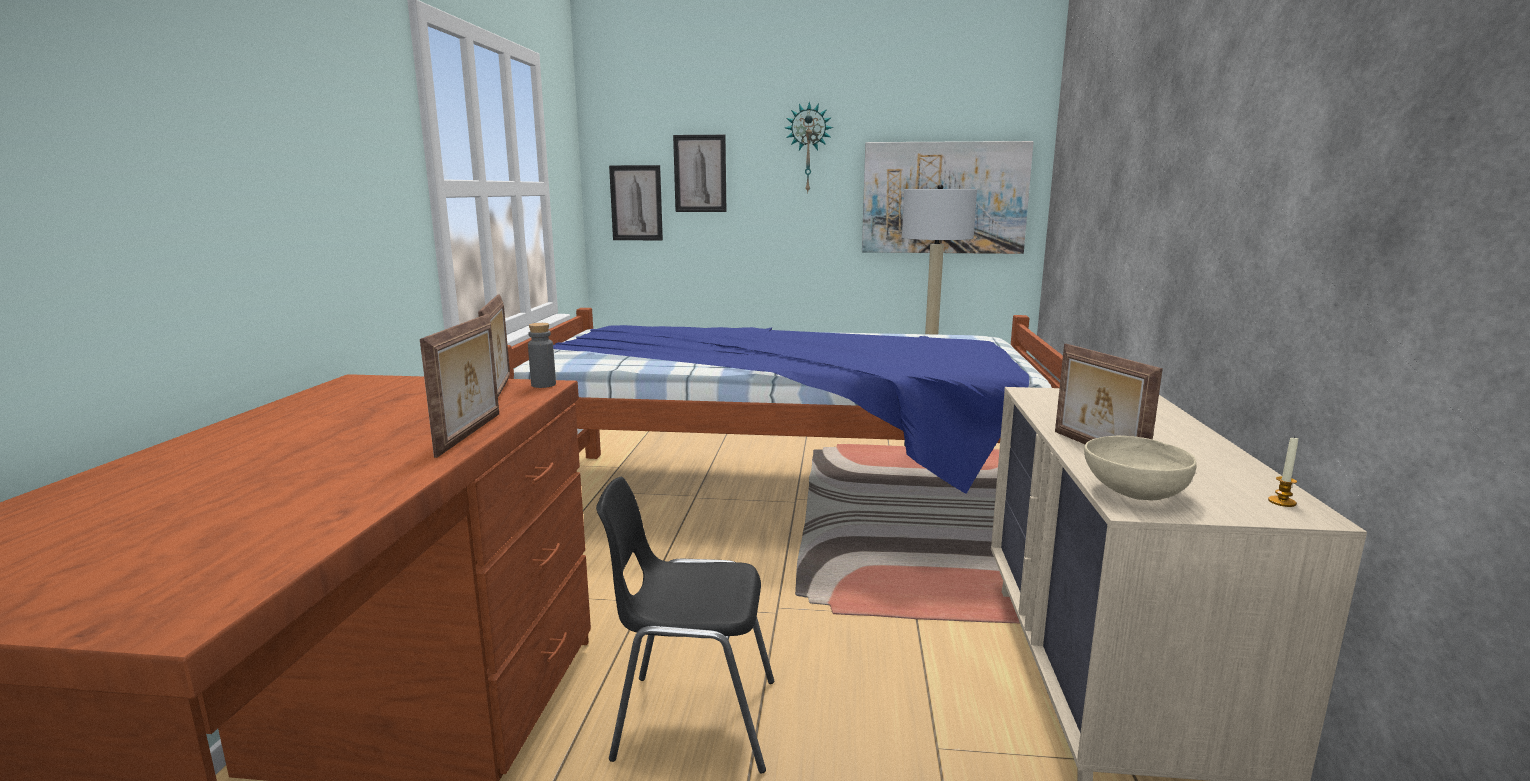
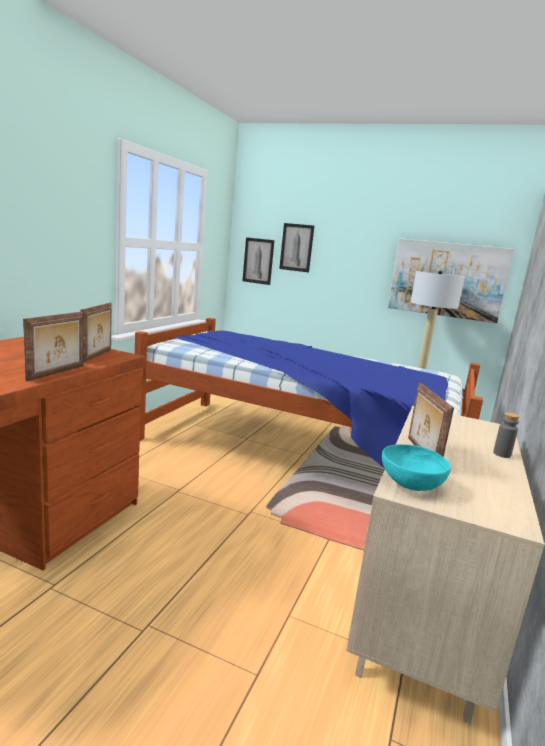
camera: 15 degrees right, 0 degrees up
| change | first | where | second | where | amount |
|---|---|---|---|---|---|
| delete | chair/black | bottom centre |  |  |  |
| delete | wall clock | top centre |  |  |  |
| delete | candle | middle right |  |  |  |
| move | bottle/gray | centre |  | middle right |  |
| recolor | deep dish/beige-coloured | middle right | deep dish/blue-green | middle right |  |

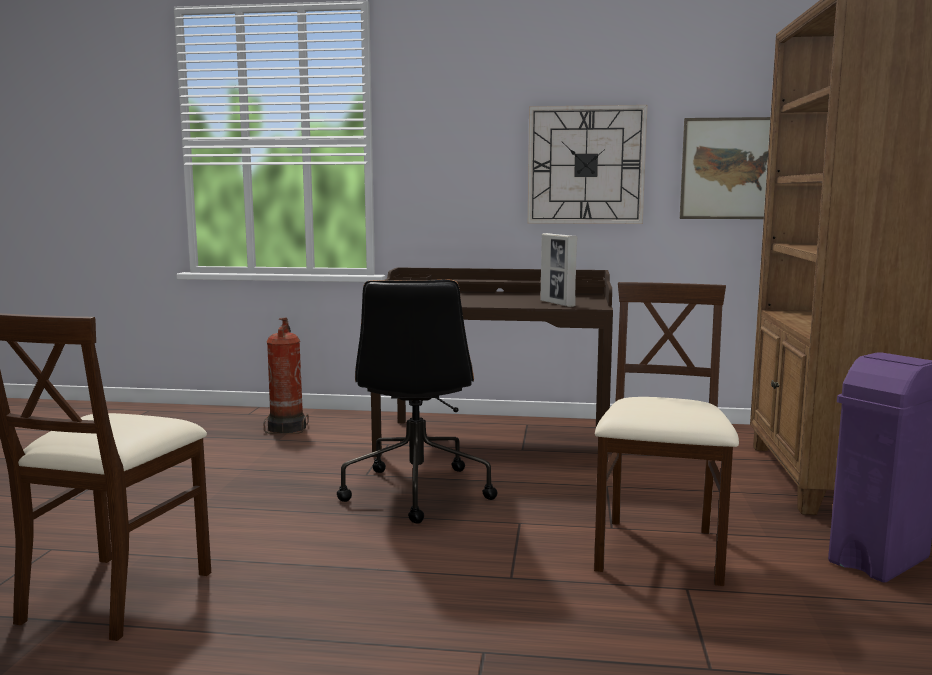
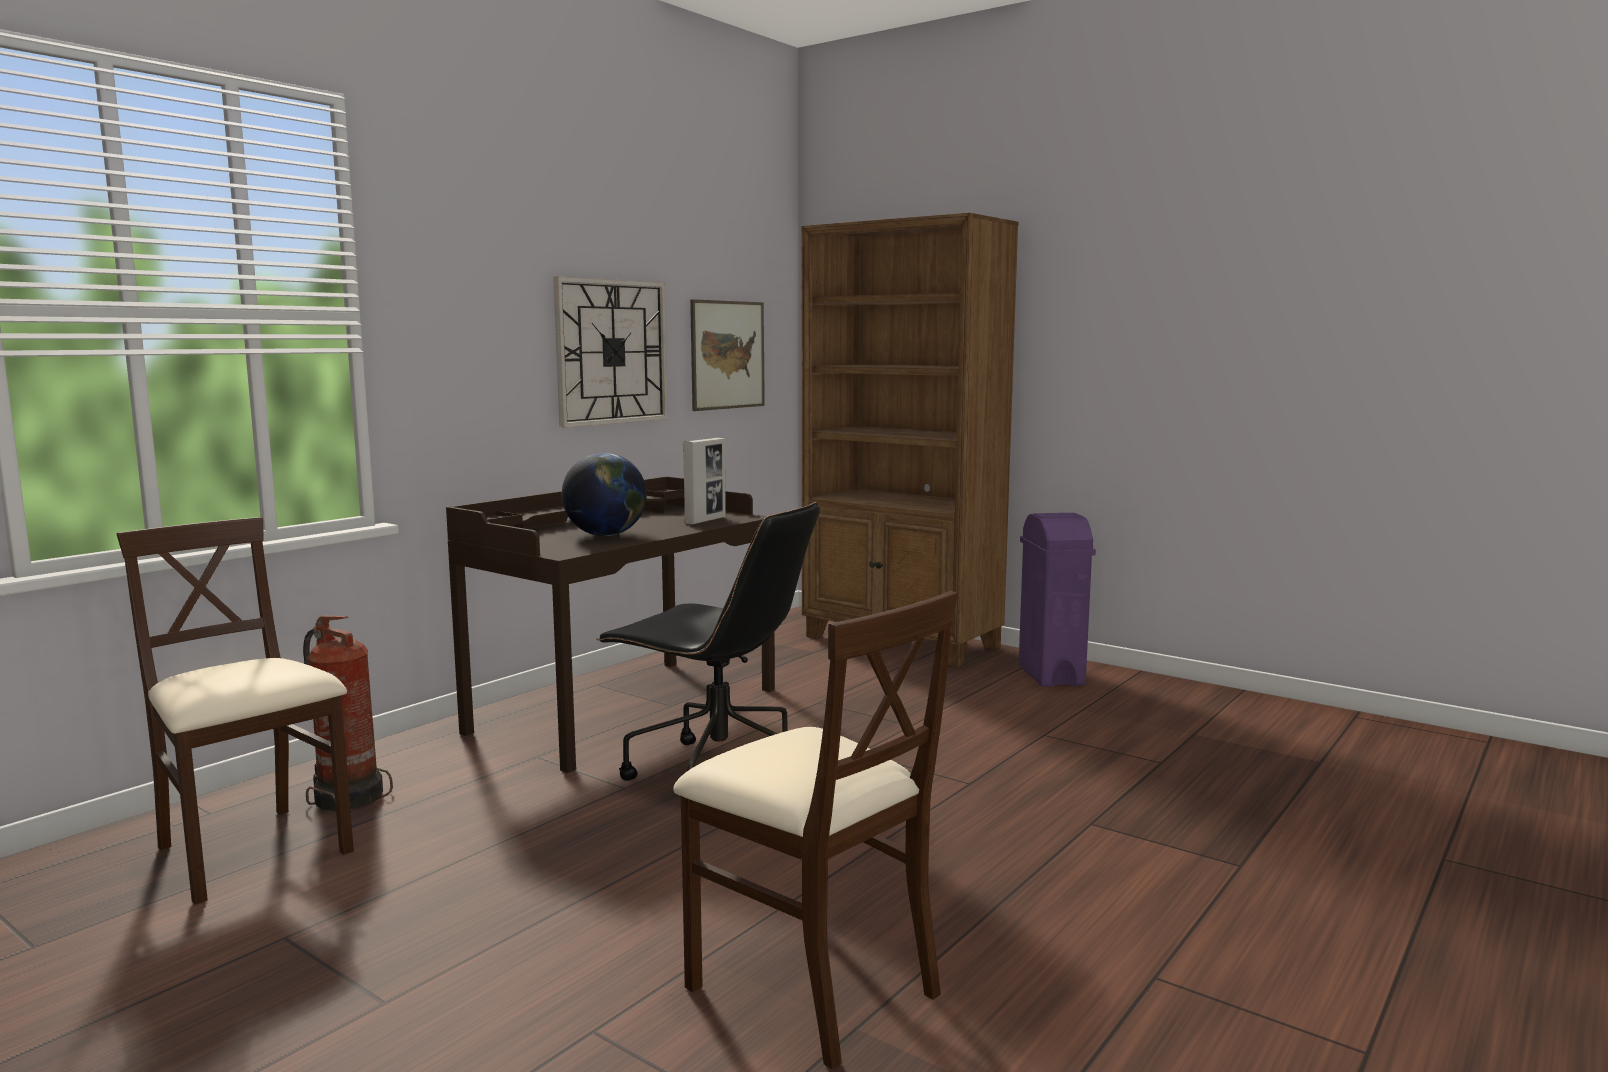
camera: 60 degrees left, 0 degrees up
| change | first | where | second | where | amount |
|---|---|---|---|---|---|
| insert |  |  | world globe | centre |  |
| move | chair/beige-coloured (2nd from left in the first image) | middle right | chair/beige-coloured (1st from left) | middle left |  |
| rotate | standing frame | centre |  | centre | 60 degrees counterclockwise |

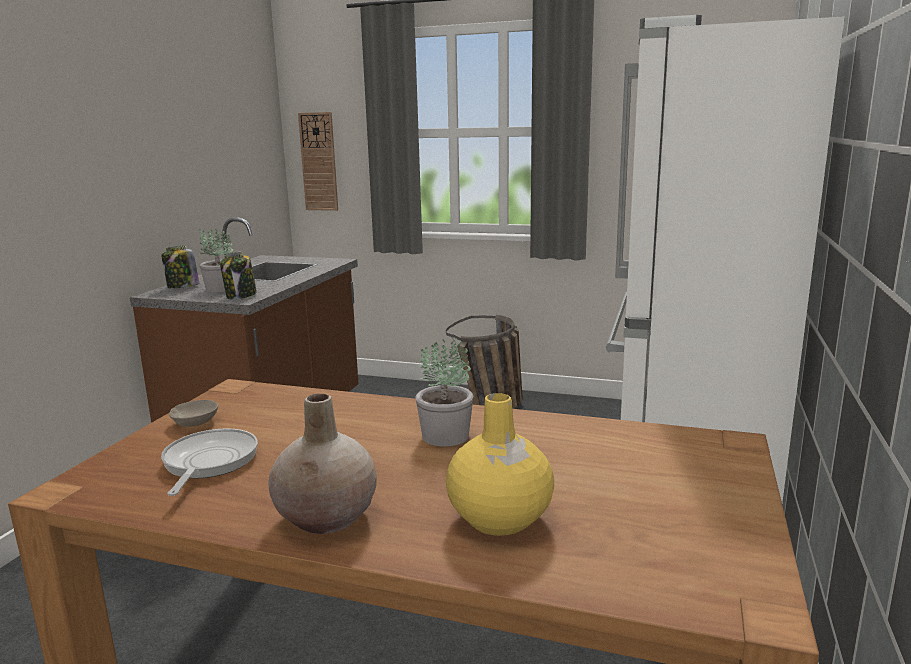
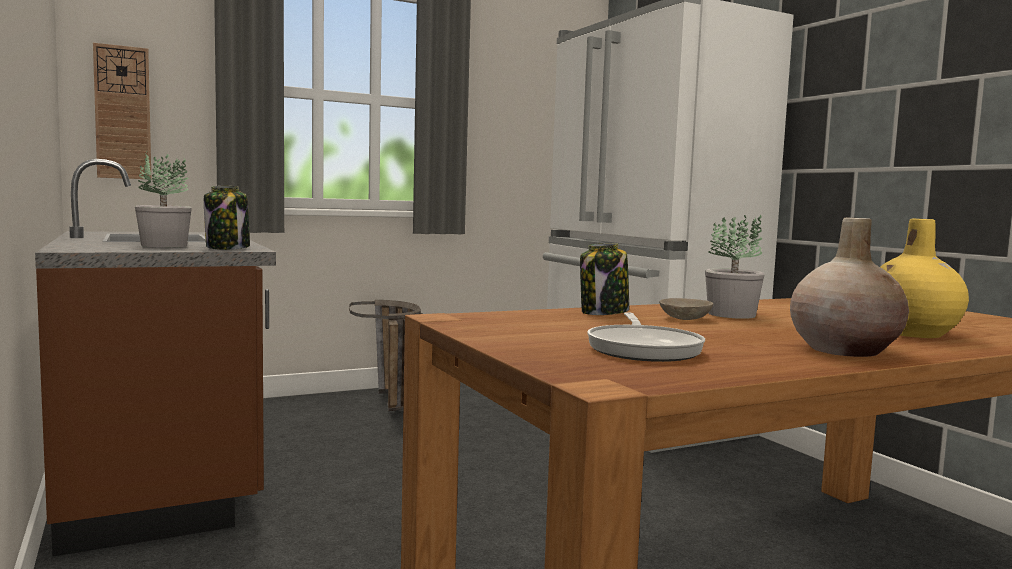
camera: 45 degrees left, 10 degrees down
| change | first | where | second | where | amount |
|---|---|---|---|---|---|
| move | preserve jar (1st from left in the first image) | middle left | preserve jar (2nd from left) | centre |  |
| move | deep dish/beige-coloured | middle left |  | middle right |  |
| rotate | frying pan | bottom left |  | centre | 135 degrees counterclockwise |

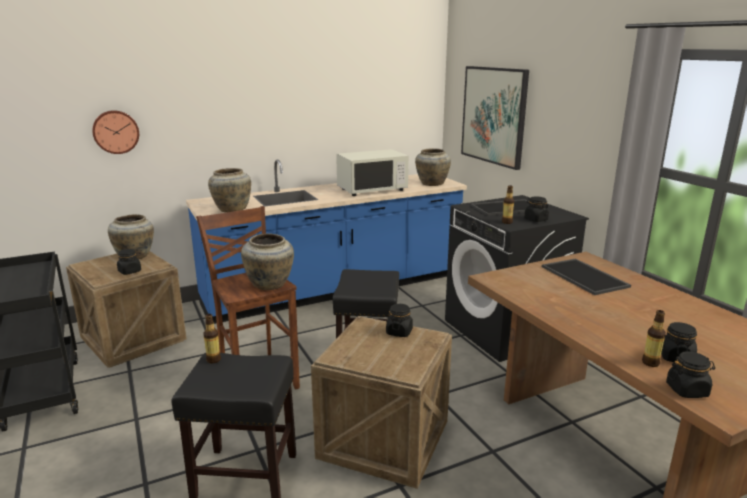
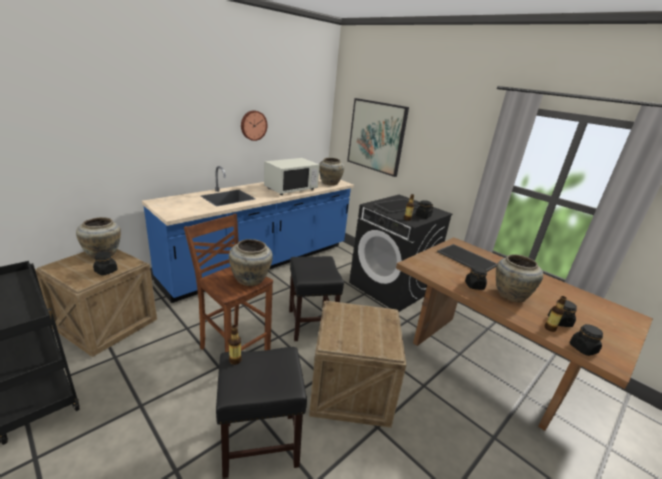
camera: 20 degrees left, 5 degrees up
| change | first | where | second | where | amount |
|---|---|---|---|---|---|
| move | wall clock | top left |  | top centre |  |
| move | decorative vase/beige-coloured (2nd from left in the first image) | middle left | decorative vase/beige-coloured (4th from left) | middle right |  |
| move | preserve jar/black (2nd from left in the first image) | centre | preserve jar/black (3rd from left) | middle right |  |

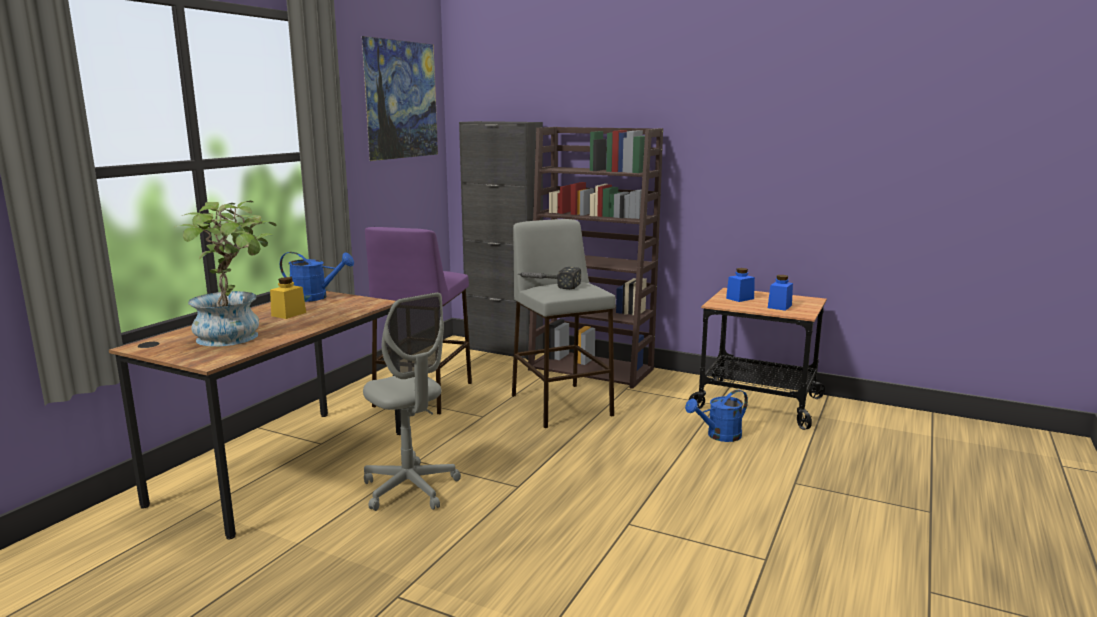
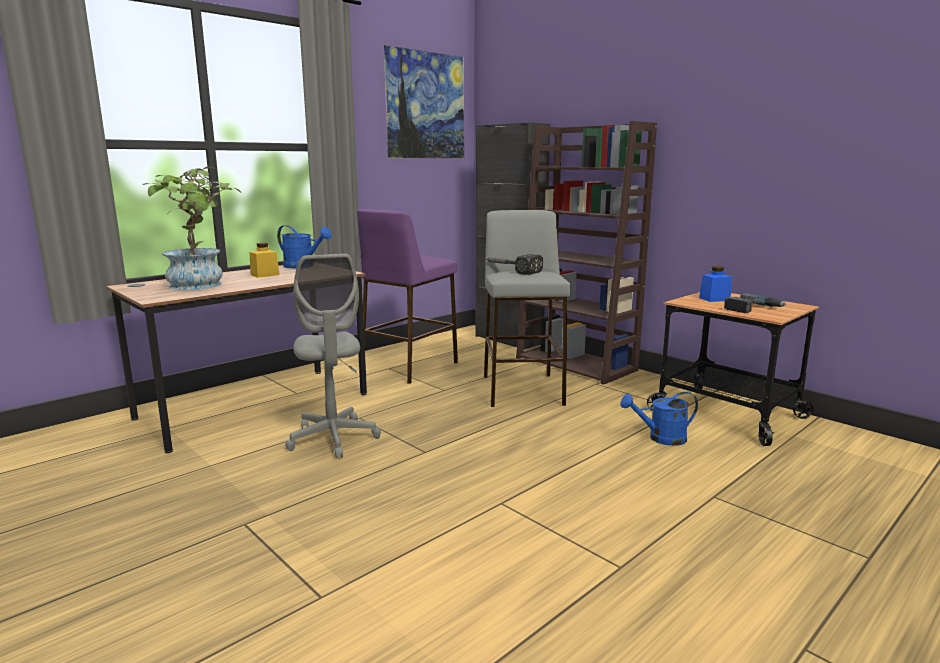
camera: 20 degrees right, 0 degrees up
| change | first | where | second | where | amount |
|---|---|---|---|---|---|
| replace | preserve jar/bluish (2nd from left) | middle right | power drill | middle right |  |

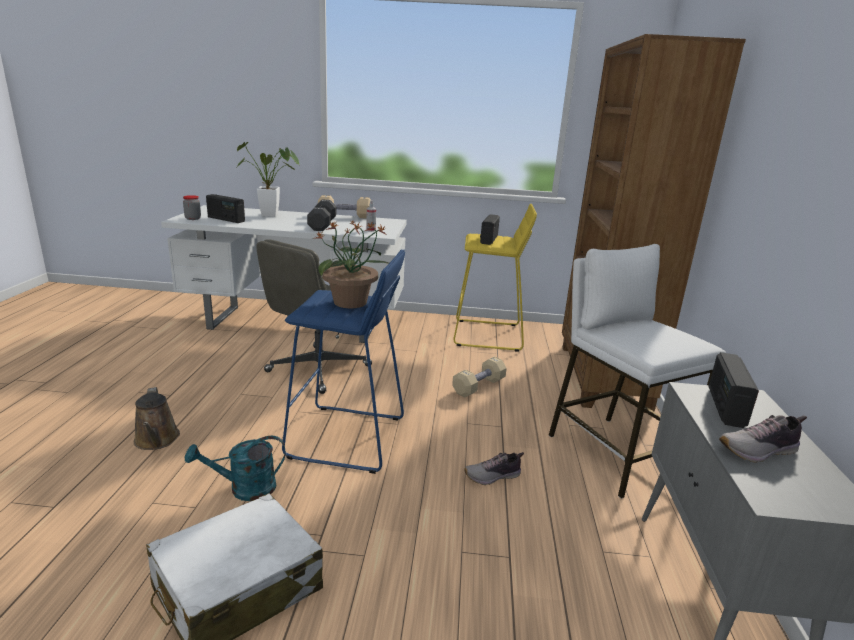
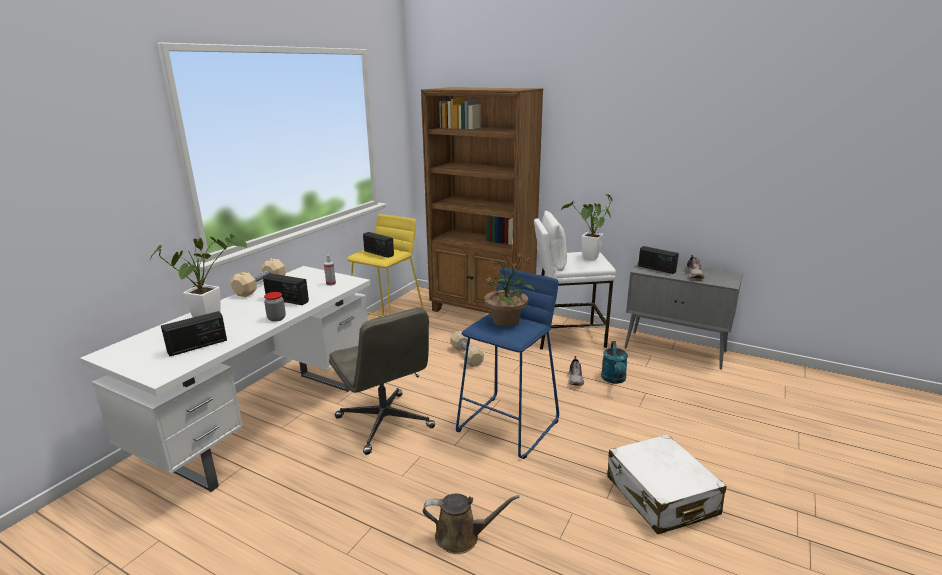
camera: 65 degrees left, 0 degrees up
| change | first | where | second | where | amount |
|---|---|---|---|---|---|
| insert |  |  | potted plant (3rd from left) | centre |  |
| move | preserve jar | top left |  | middle left |  |
| move | watering can/blue-green | bottom left |  | centre |  |
| replace | free weight/black | centre | radio (2nd from left) | middle left |  |

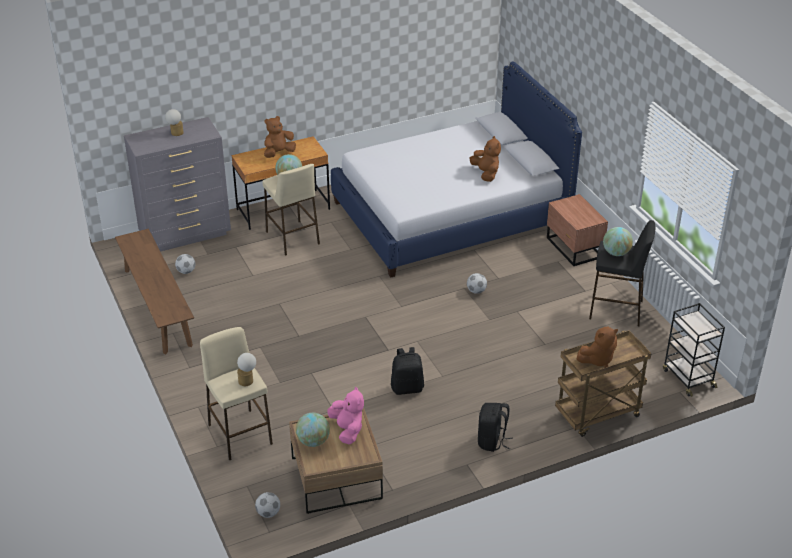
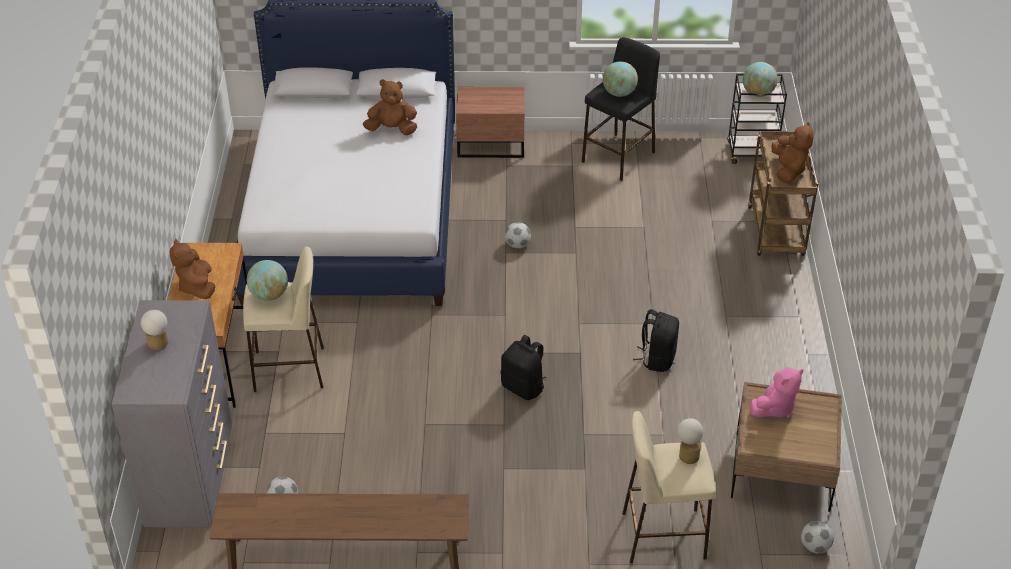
camera: 65 degrees left, 5 degrees up
| change | first | where | second | where | amount |
|---|---|---|---|---|---|
| move | world globe (2nd from left in the first image) | bottom centre | world globe (3rd from left) | top right |  |
| move | backpack/black (2nd from left in the first image) | bottom centre | backpack/black (1st from left) | centre |  |
| rotate | plush toy/pink | bottom centre |  | bottom right | 135 degrees clockwise |

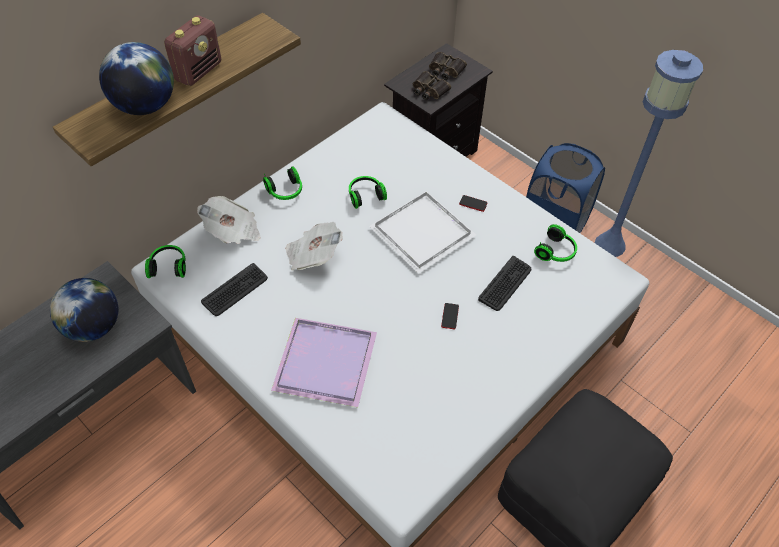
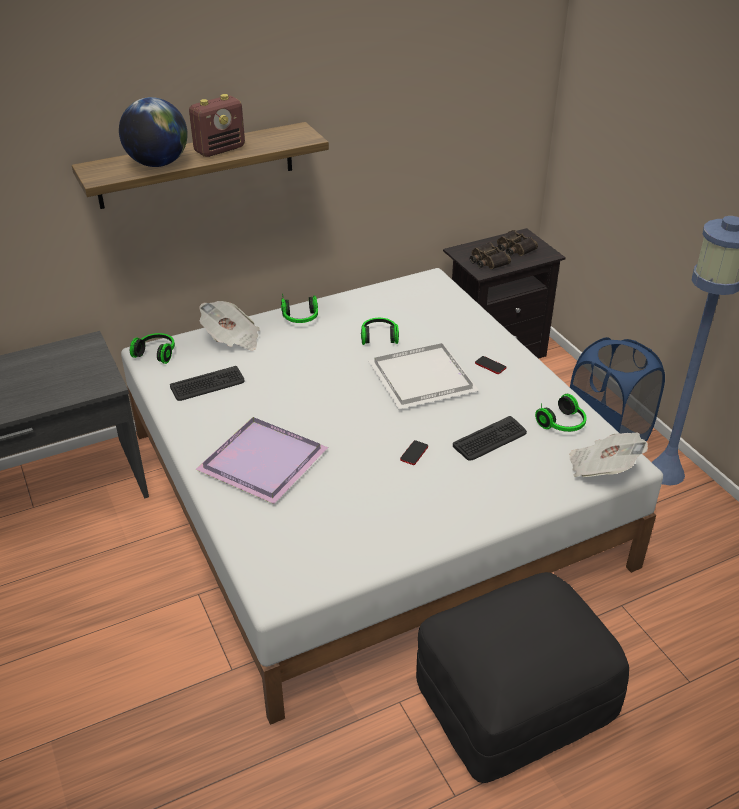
camera: 20 degrees right, 15 degrees down
| change | first | where | second | where | amount |
|---|---|---|---|---|---|
| delete | world globe (1st from left) | middle left |  |  |  |
| move | printed paper (2nd from left) | centre |  | middle right |  |

